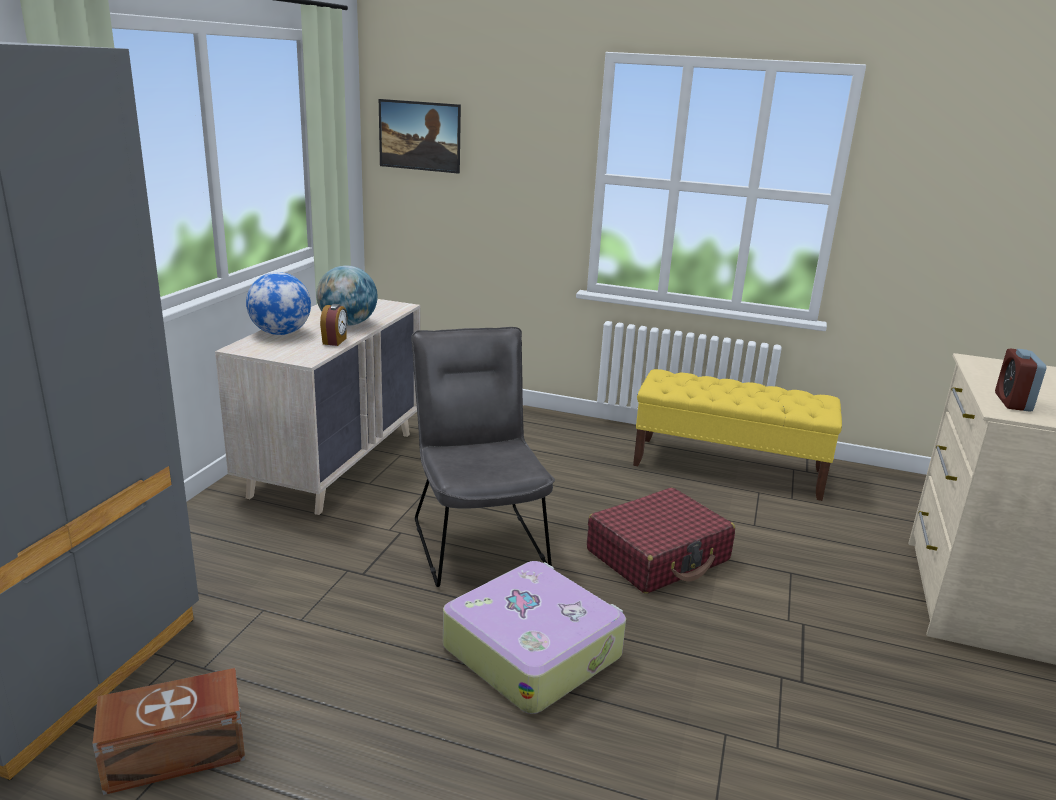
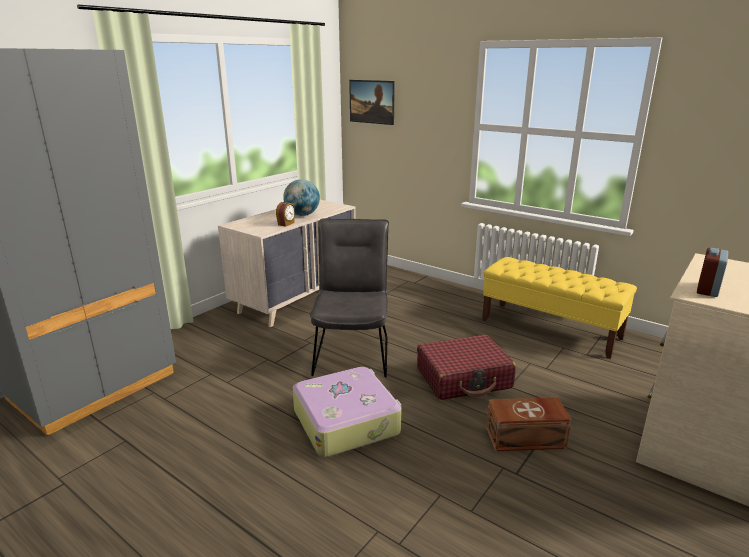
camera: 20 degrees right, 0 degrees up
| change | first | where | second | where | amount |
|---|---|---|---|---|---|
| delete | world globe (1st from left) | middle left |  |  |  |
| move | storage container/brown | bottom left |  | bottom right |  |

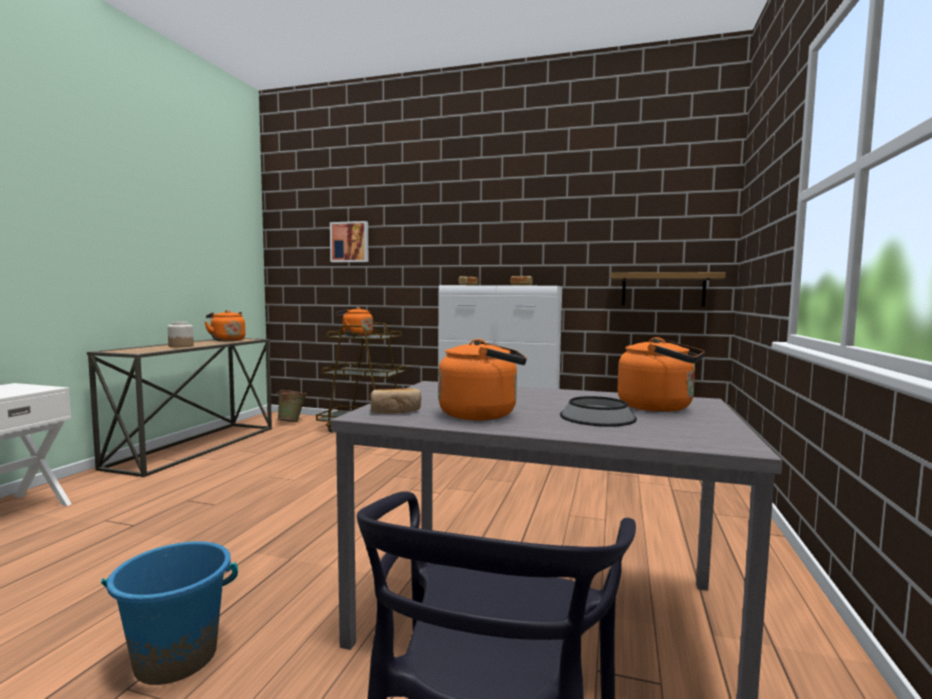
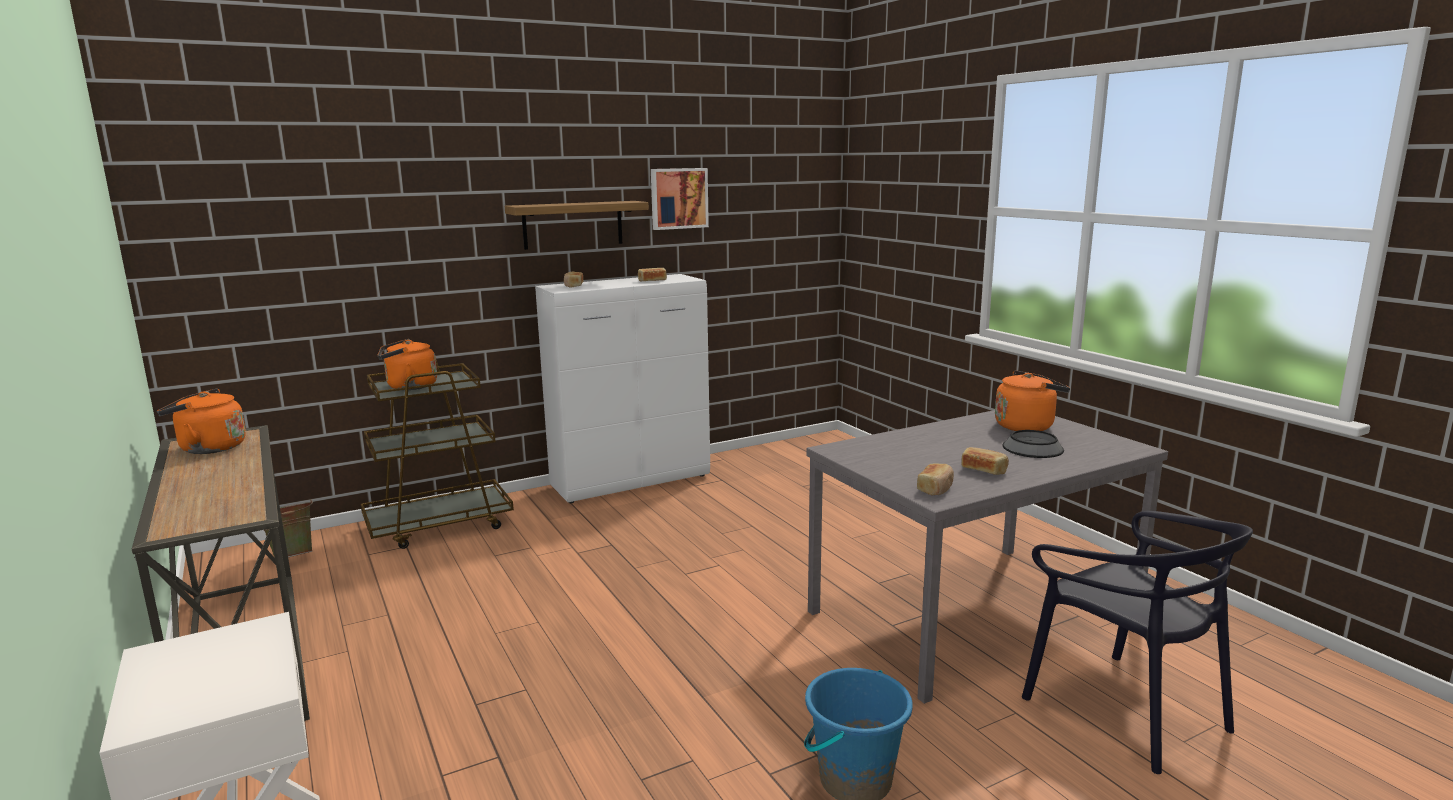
camera: 45 degrees left, 10 degrees up
| change | first | where | second | where | amount |
|---|---|---|---|---|---|
| delete | preserve jar | middle left |  |  |  |
| move | wall art | centre |  | top centre |  |
| move | bracket shelf | middle right |  | top centre |  |
| replace | water kettle/orangey (3rd from left) | centre | baked bread (4th from left) | middle right |  |

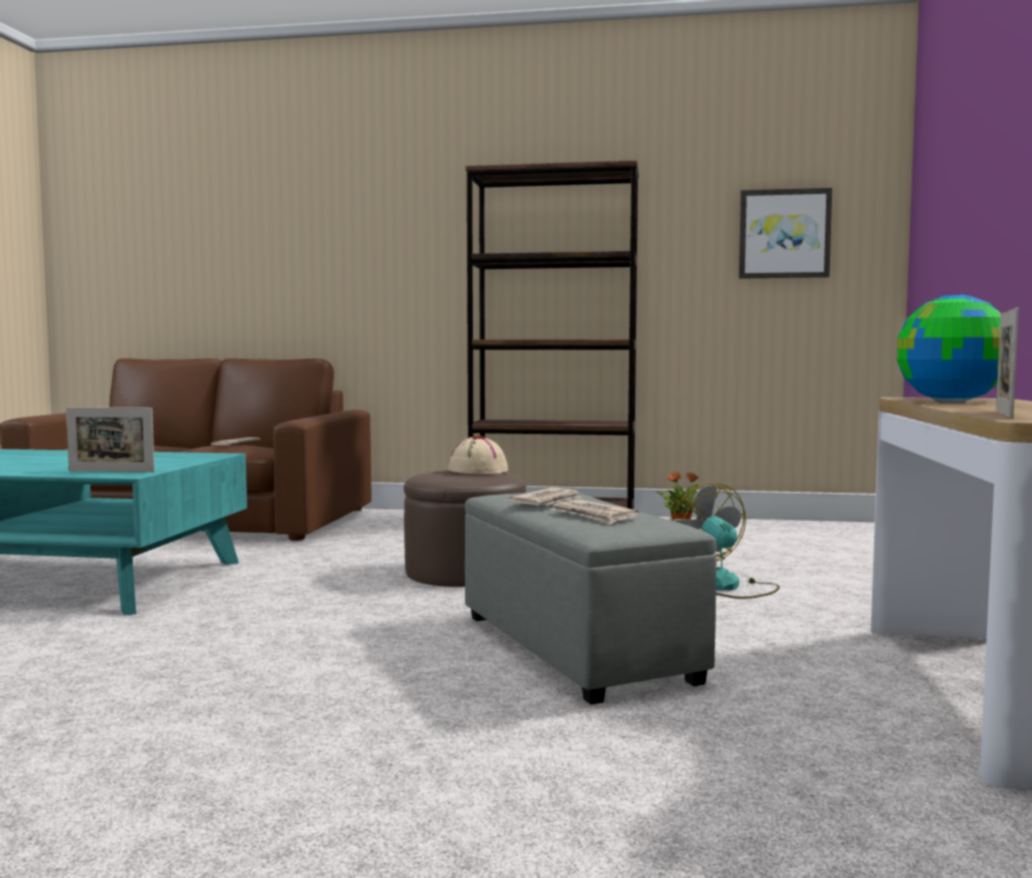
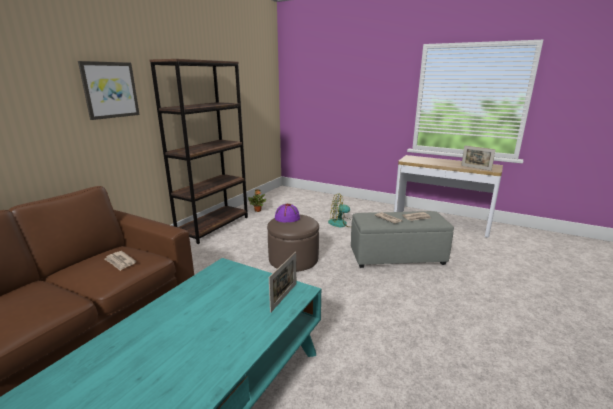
camera: 70 degrees left, 15 degrees up
| change | first | where | second | where | amount |
|---|---|---|---|---|---|
| delete | world globe | middle right |  |  |  |
| move | wall art | top right |  | top left |  |
| recolor | wearable hat/beige-coloured | centre | wearable hat/purple-coloured | centre |  |

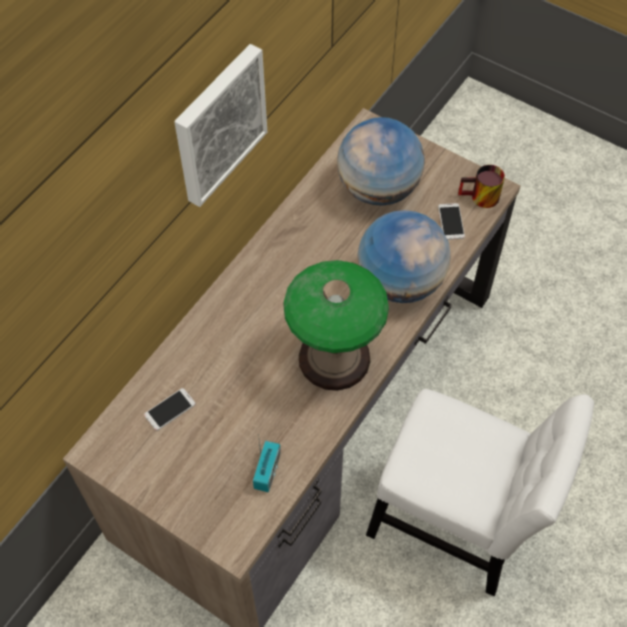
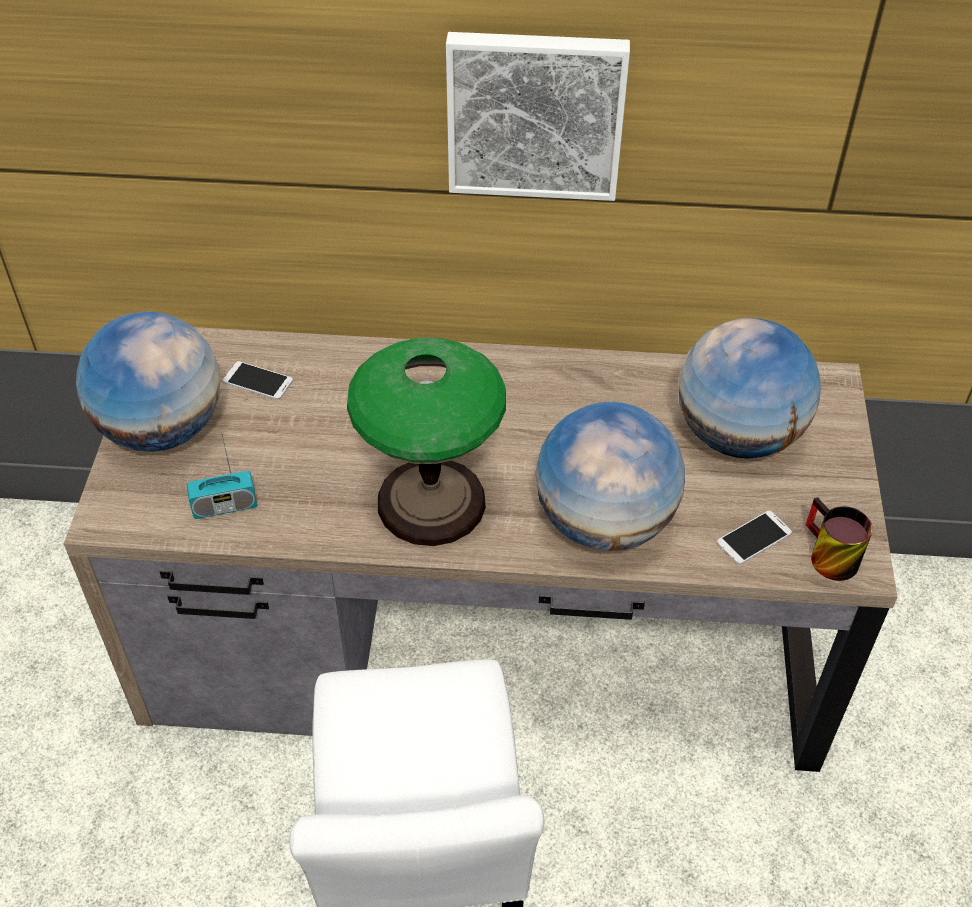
camera: 60 degrees right, 10 degrees down
| change | first | where | second | where | amount |
|---|---|---|---|---|---|
| insert |  |  | world globe (1st from left) | middle left |  |

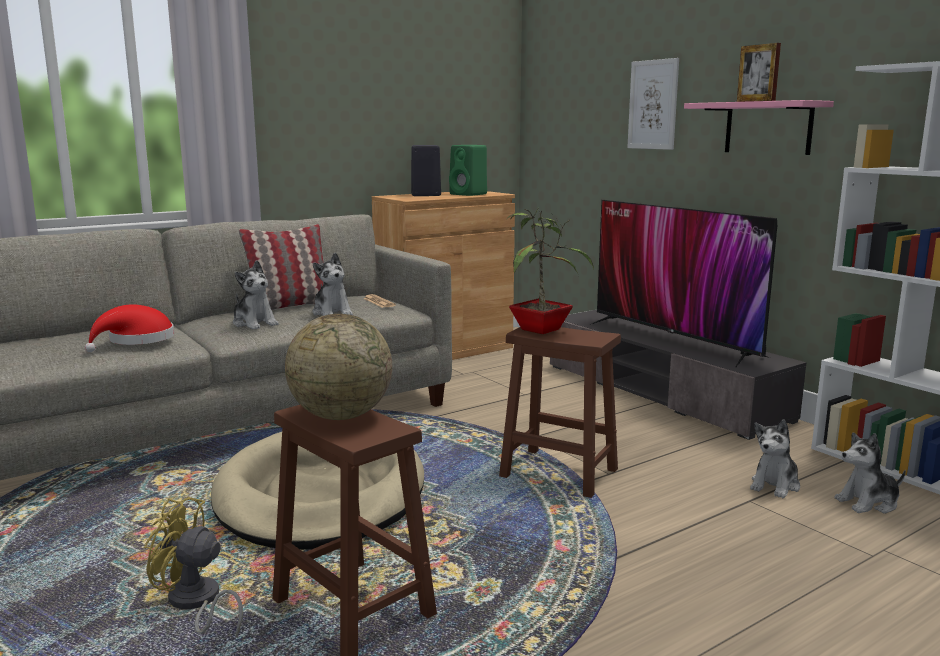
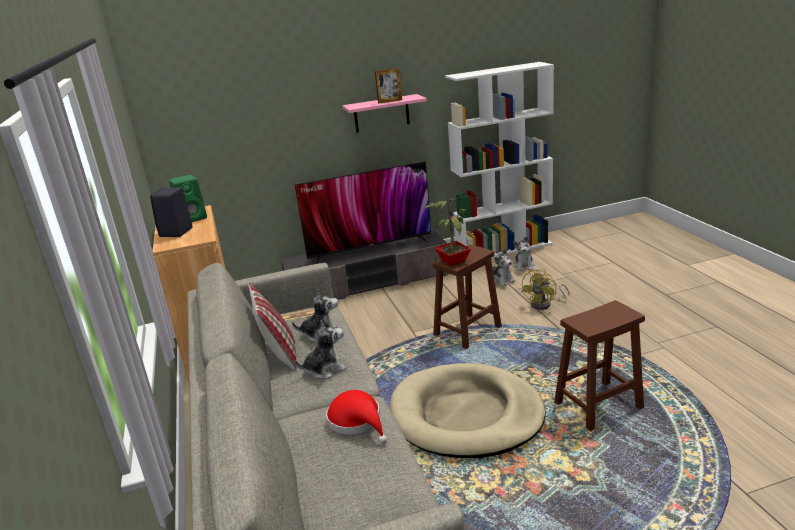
camera: 70 degrees left, 10 degrees up
| change | first | where | second | where | amount |
|---|---|---|---|---|---|
| delete | world globe | centre |  |  |  |
| delete | wall art | top right |  |  |  |
| move | electric fan/yellow-coloured | bottom left |  | middle right |  |

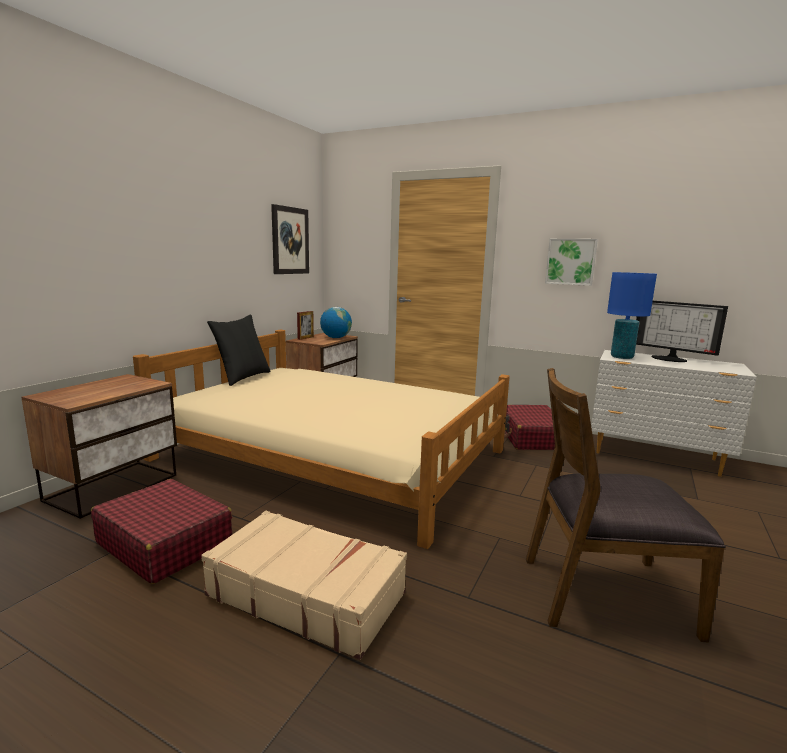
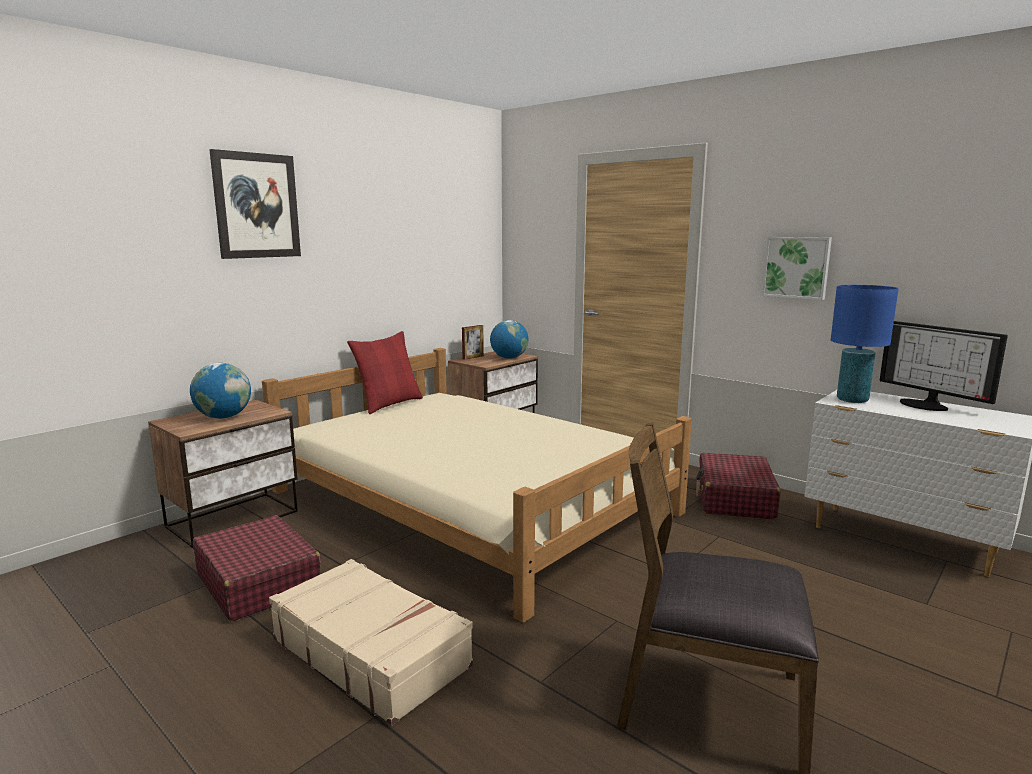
camera: 15 degrees right, 0 degrees up
| change | first | where | second | where | amount |
|---|---|---|---|---|---|
| insert |  |  | world globe (1st from left) | middle left |  |
| move | wall art (1st from left) | top centre |  | top left |  |
| recolor | pillow/black | middle left | pillow/red | centre |  |

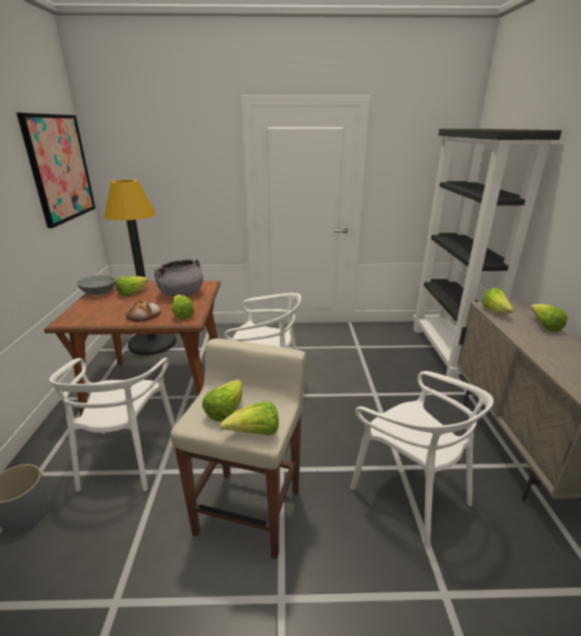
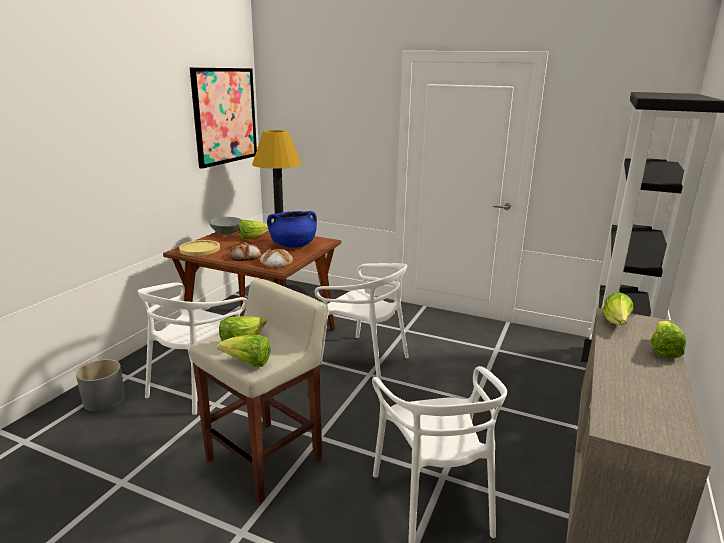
camera: 25 degrees right, 5 degrees down
| change | first | where | second | where | amount |
|---|---|---|---|---|---|
| insert |  |  | flat dish/yellow-coloured | middle left |  |
| replace | head of lettuce (2nd from left) | middle left | baked bread (2nd from left) | centre |  |
| recolor | cooking pot/gray | middle left | cooking pot/bluish | centre |  |

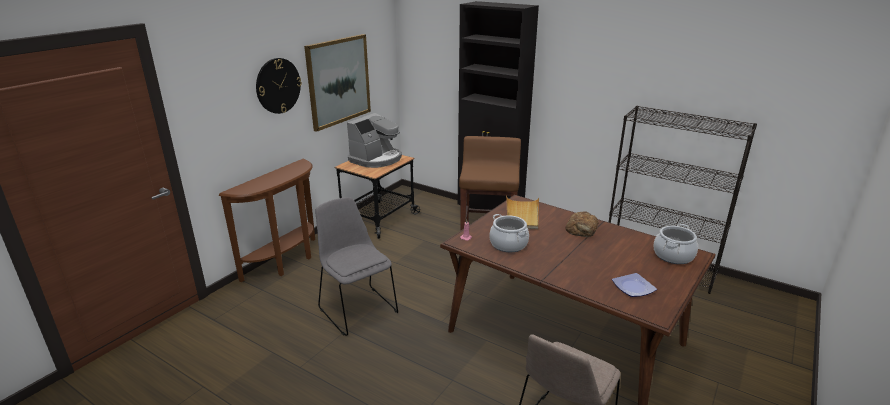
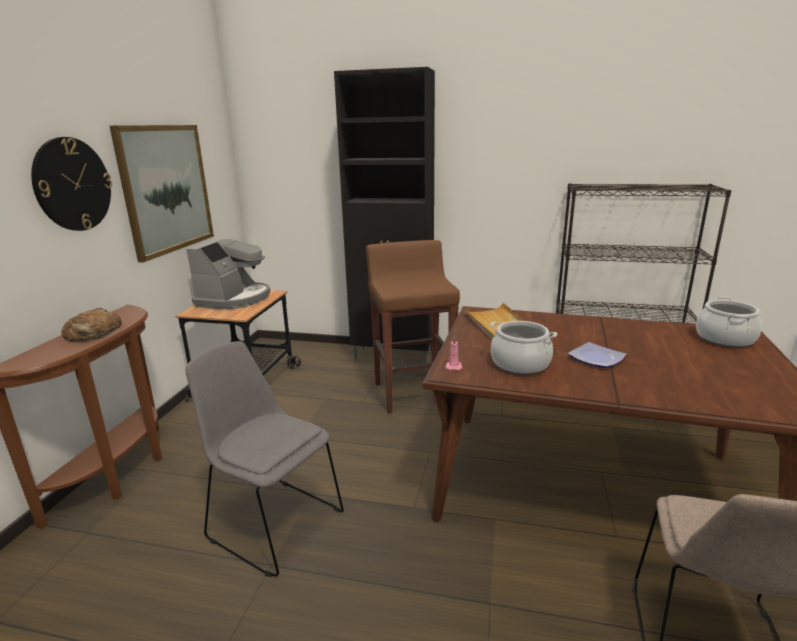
camera: 20 degrees left, 5 degrees down
| change | first | where | second | where | amount |
|---|---|---|---|---|---|
| move | baked bread | centre |  | middle left |  |
| move | flat dish | bottom right |  | middle right |  |

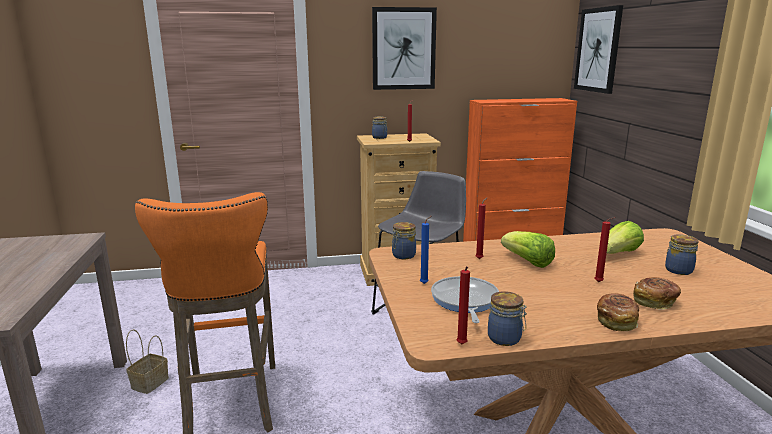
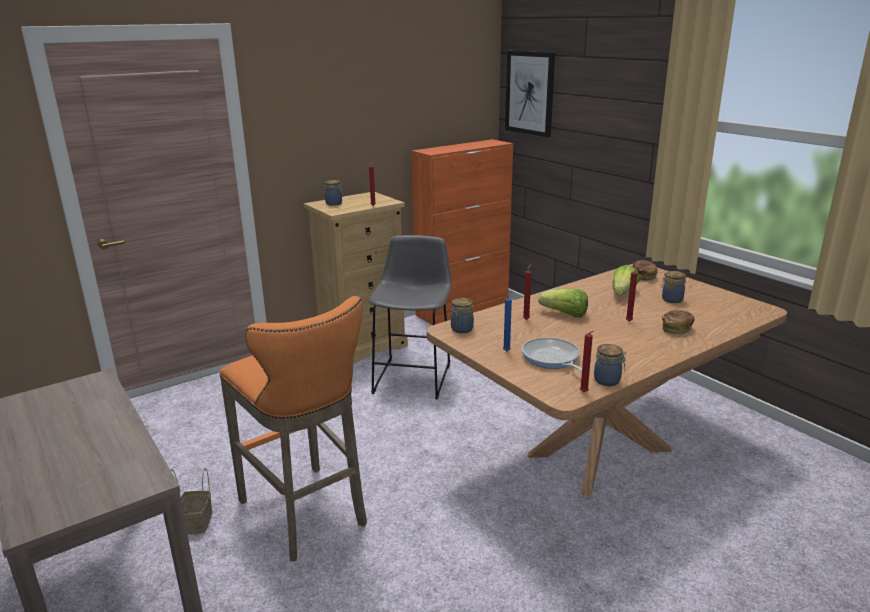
camera: 25 degrees left, 5 degrees up
| change | first | where | second | where | amount |
|---|---|---|---|---|---|
| delete | wall art (1st from left) | top centre |  |  |  |
| move | baked bread (1st from left) | bottom right |  | middle right |  |

